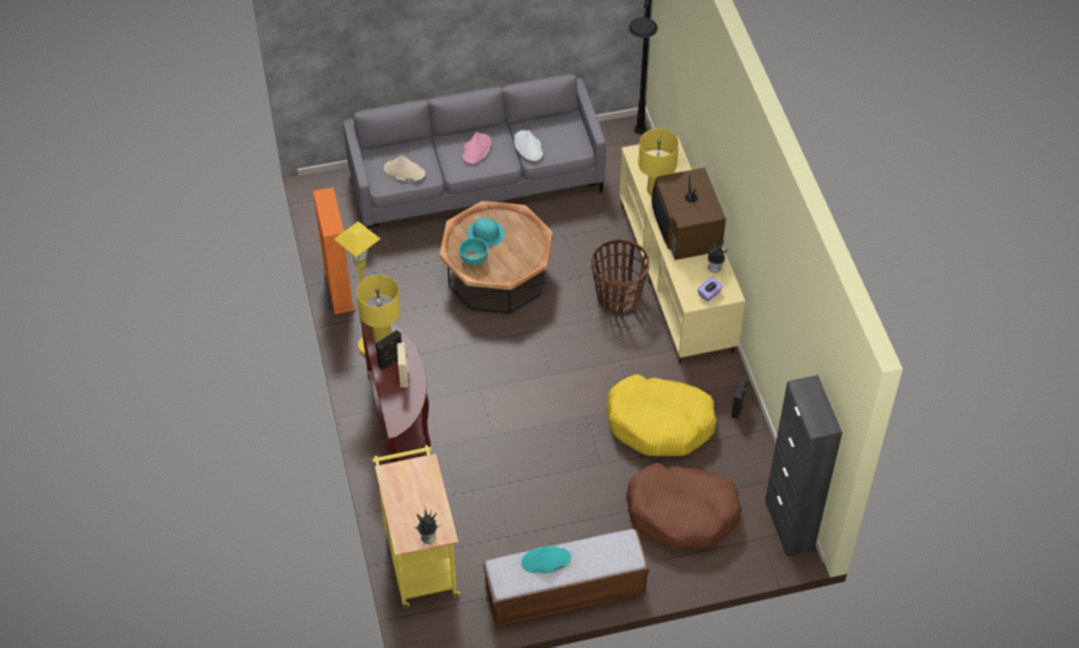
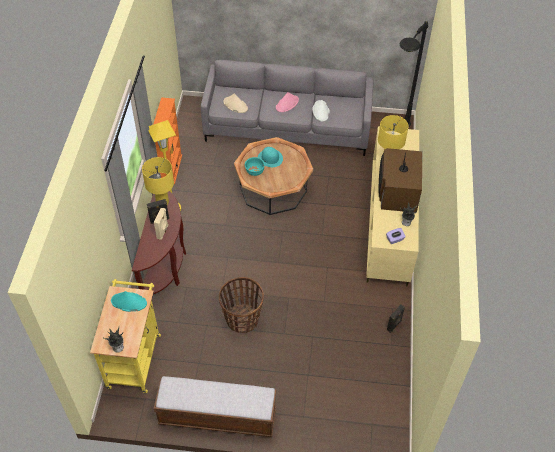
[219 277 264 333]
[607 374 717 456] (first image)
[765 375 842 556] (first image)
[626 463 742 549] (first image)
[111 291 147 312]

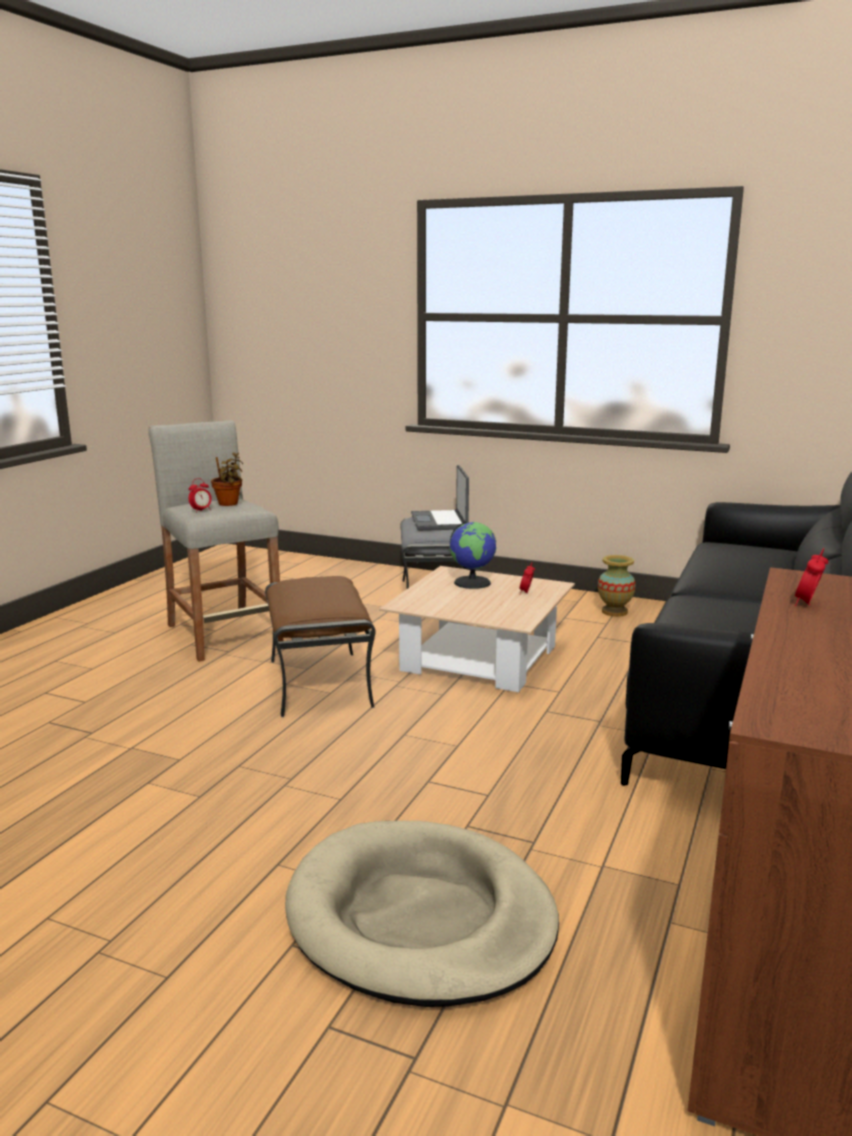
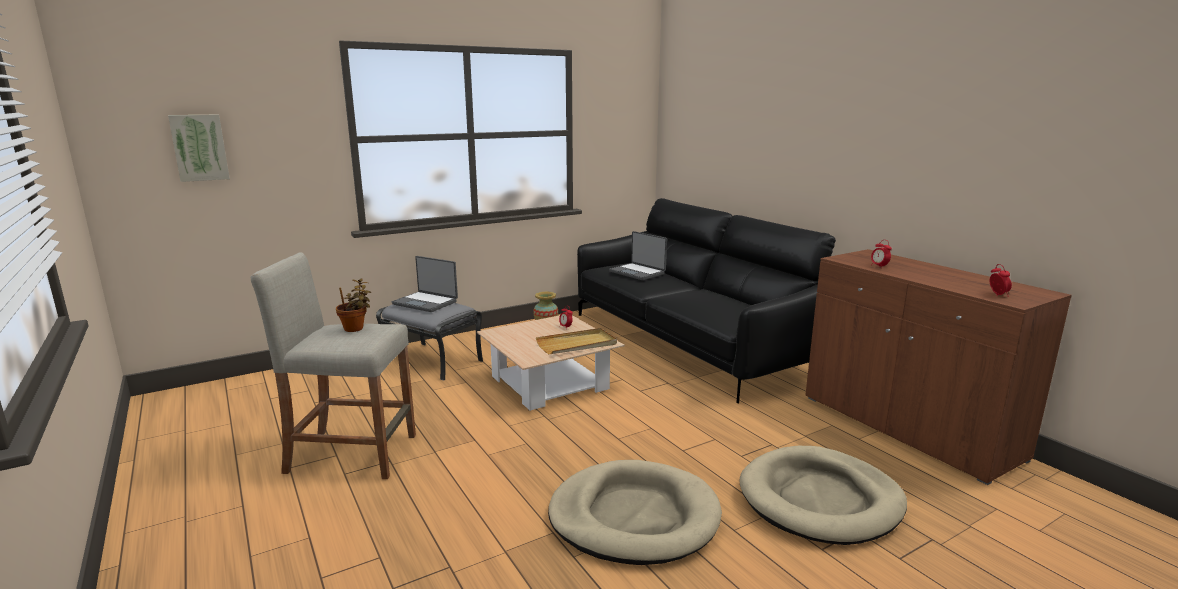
[990 264 1012 297]
[449 521 497 589] (first image)
[265 576 376 717] (first image)
[168 114 230 182]
[609 231 667 280]
[536 328 617 354]
[548 460 722 565]

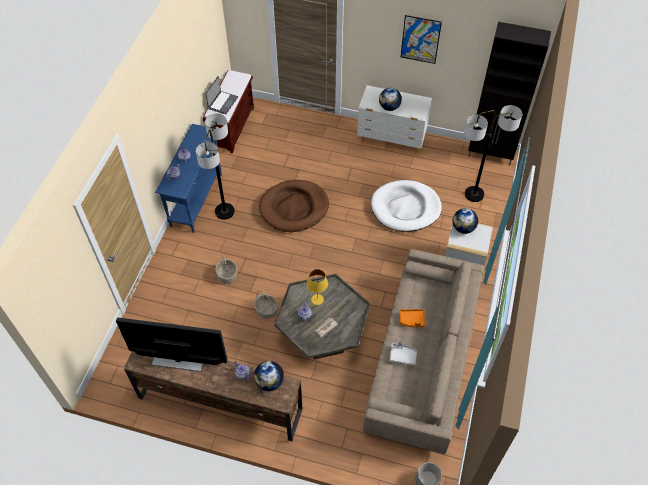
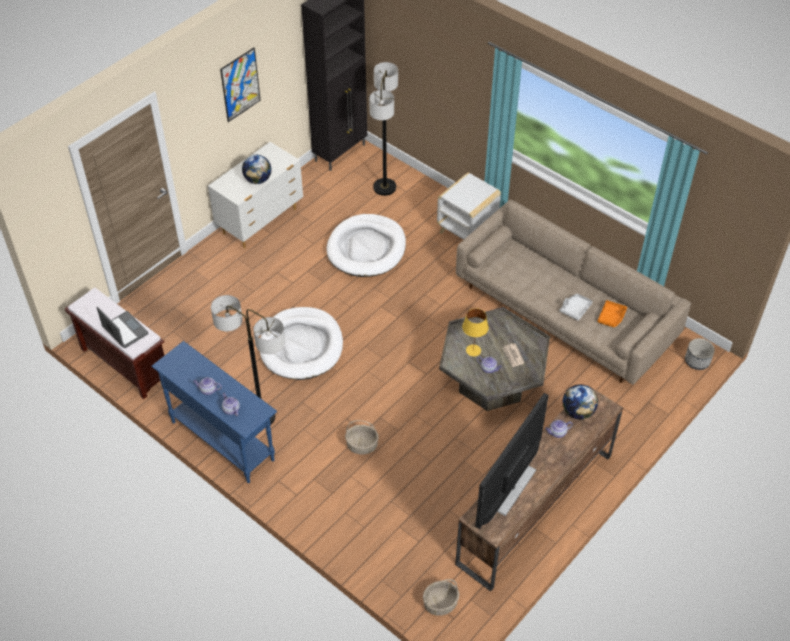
[260 307 343 380]
[453 208 478 234] (first image)
[423 579 459 616]
[597 300 627 327]

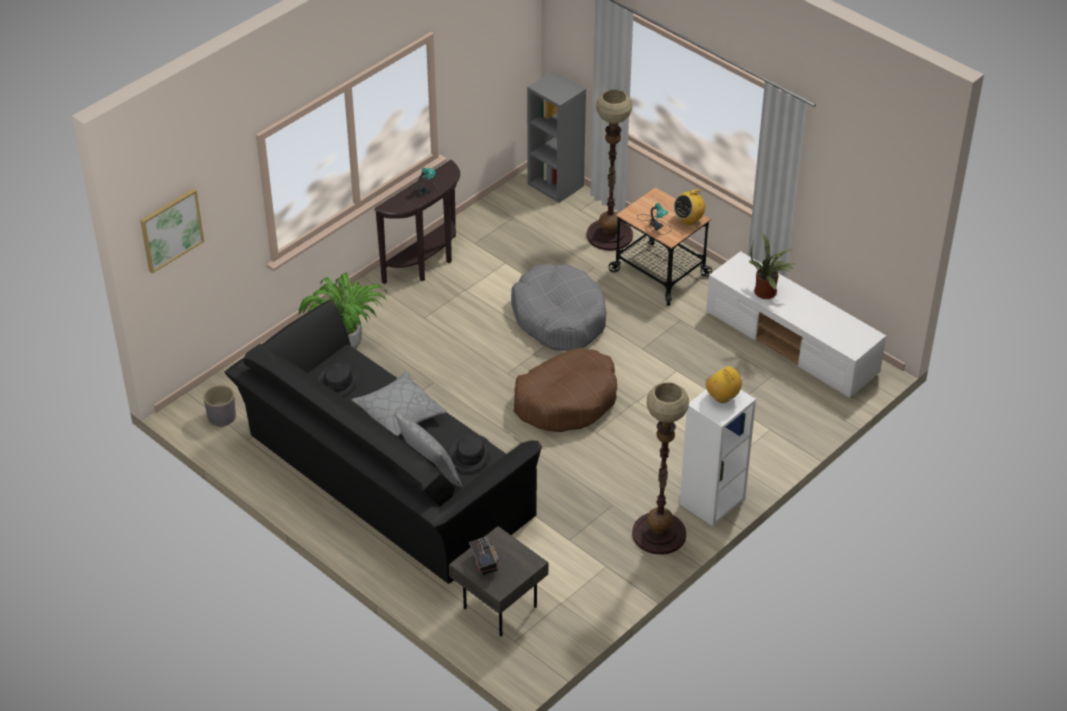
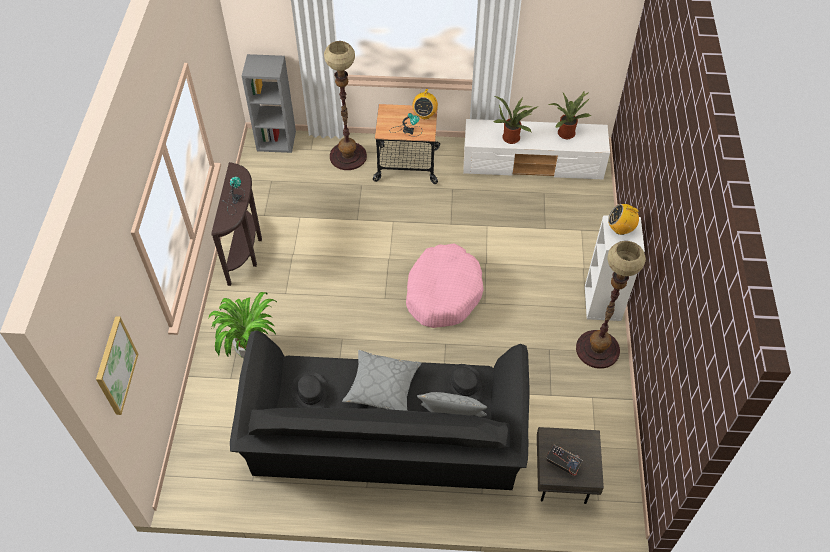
[511 263 606 351] (first image)
[406 243 484 328]
[203 385 236 427] (first image)
[548 92 591 139]

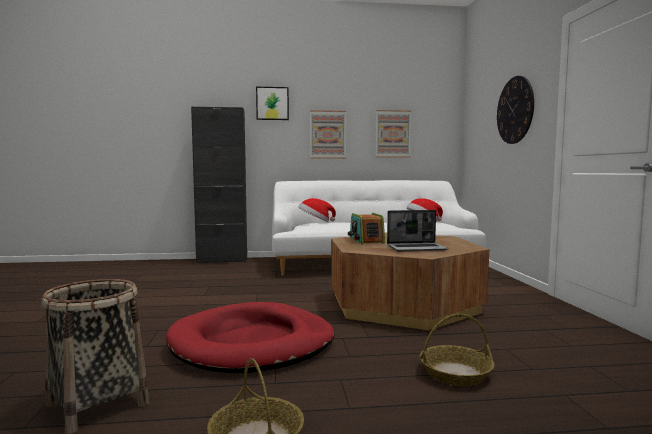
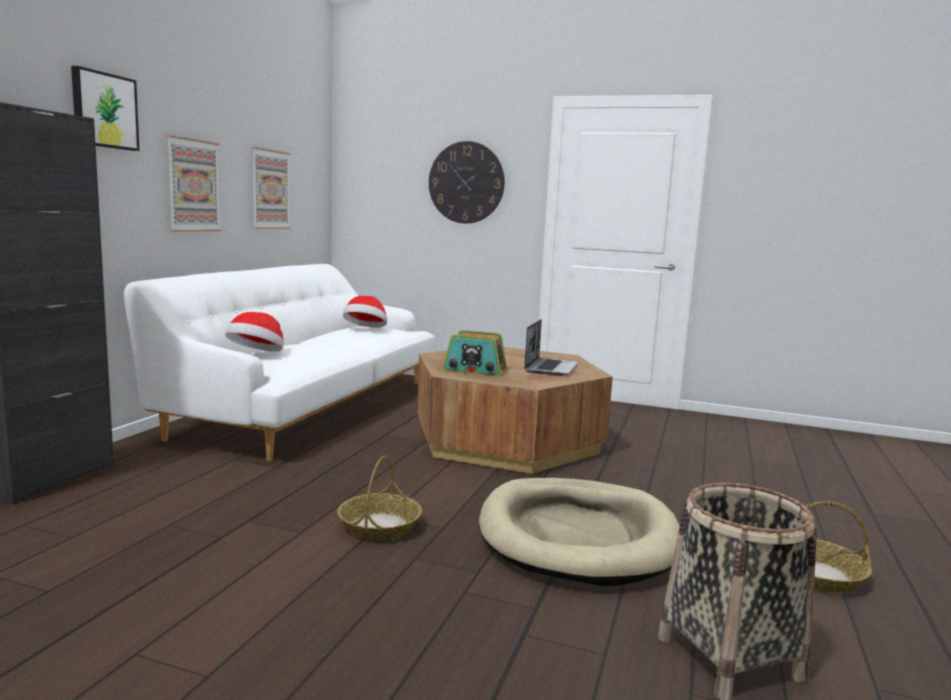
[479 478 680 586]
[337 456 422 540]

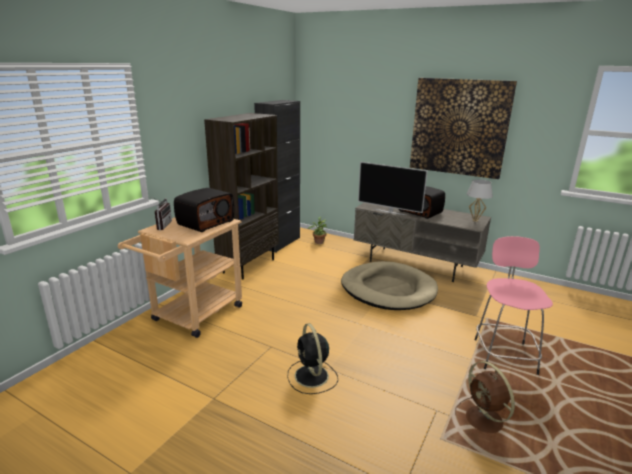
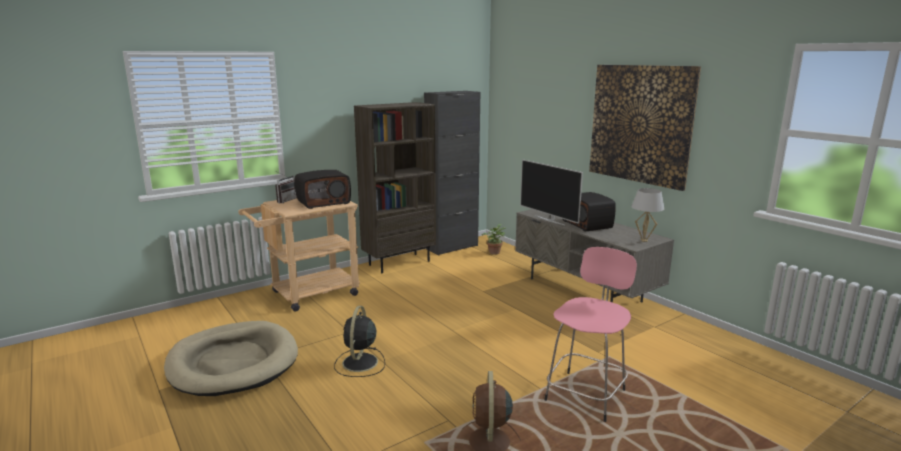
[164 321 298 396]

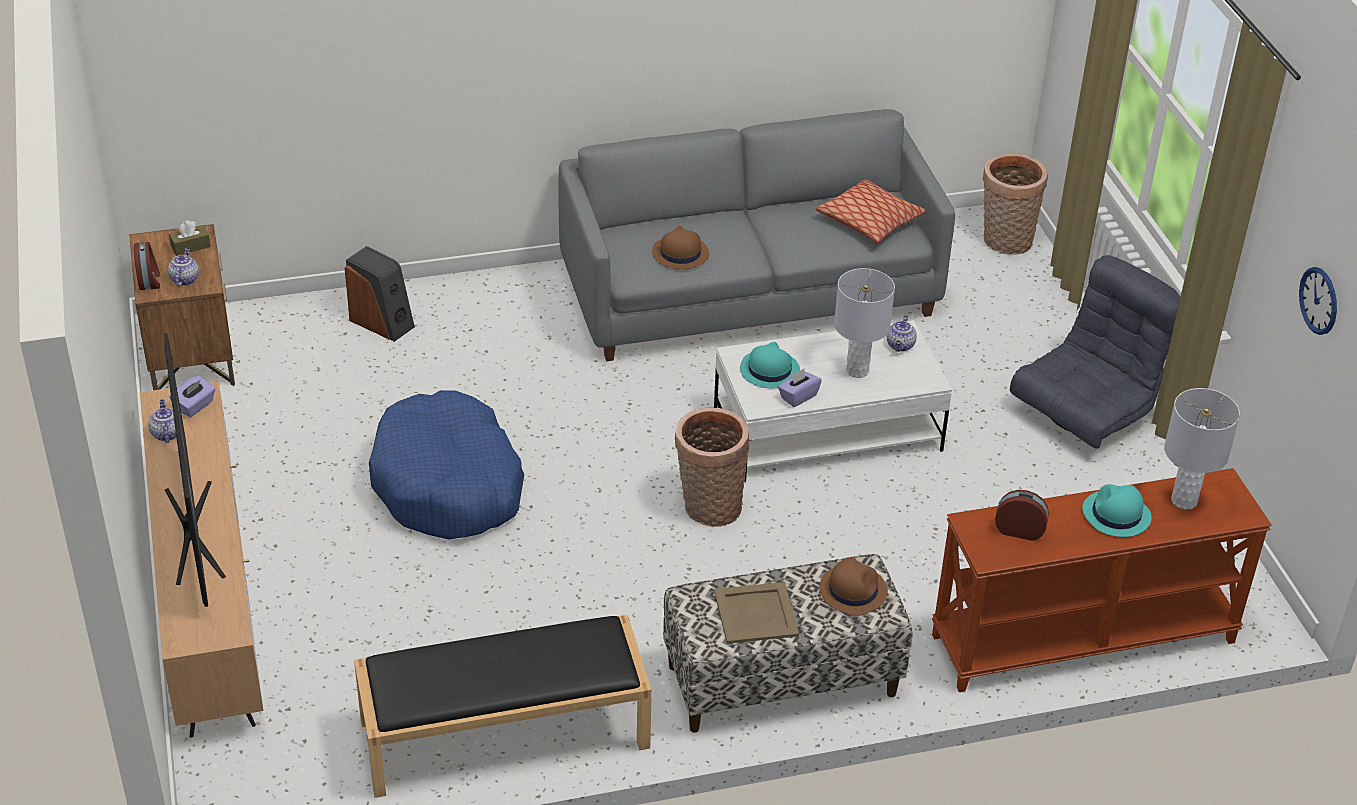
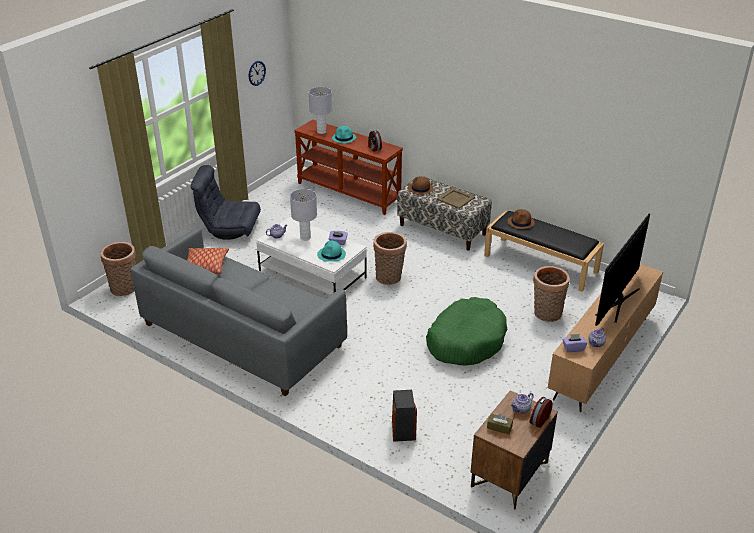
[508 209 535 229]
[426 297 507 365]
[533 266 570 322]

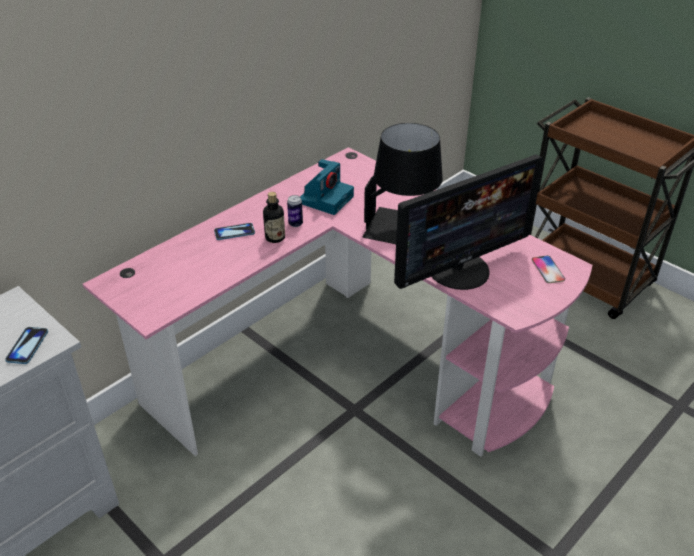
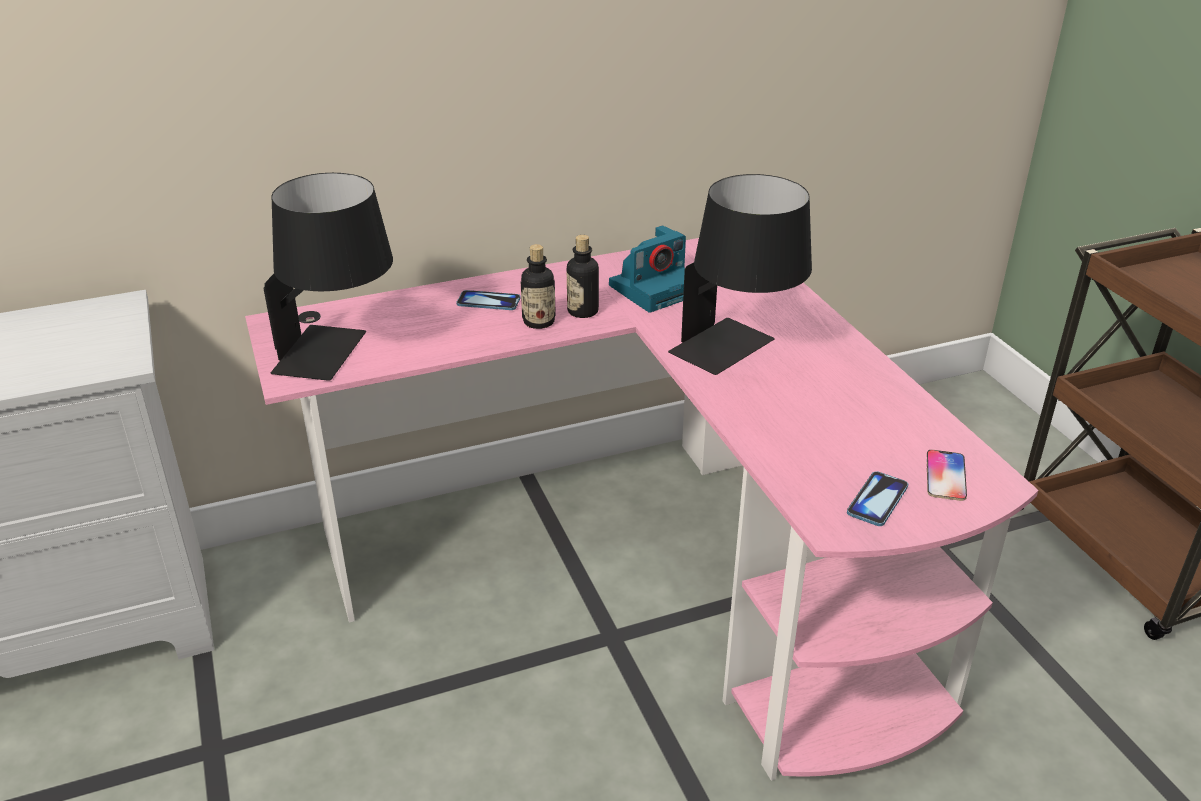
[394 155 544 290] (first image)
[567 235 599 318]
[847 471 908 526]
[263 173 393 381]

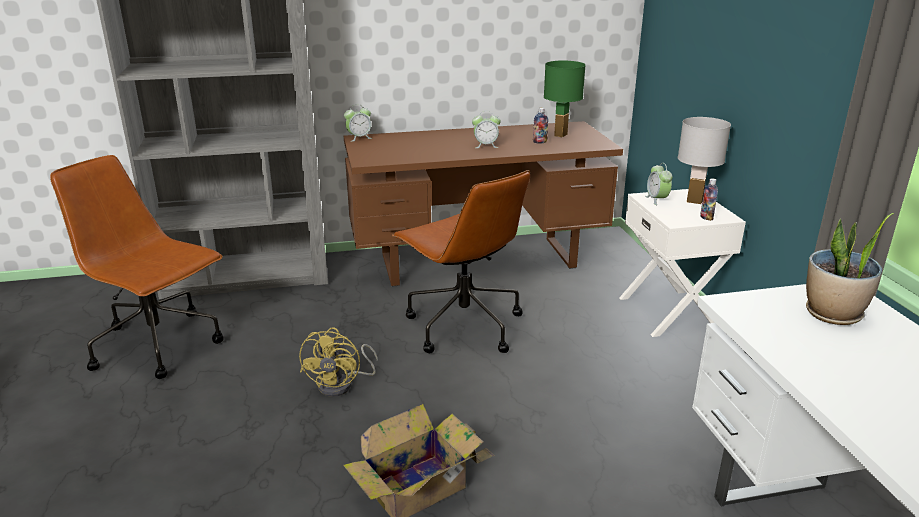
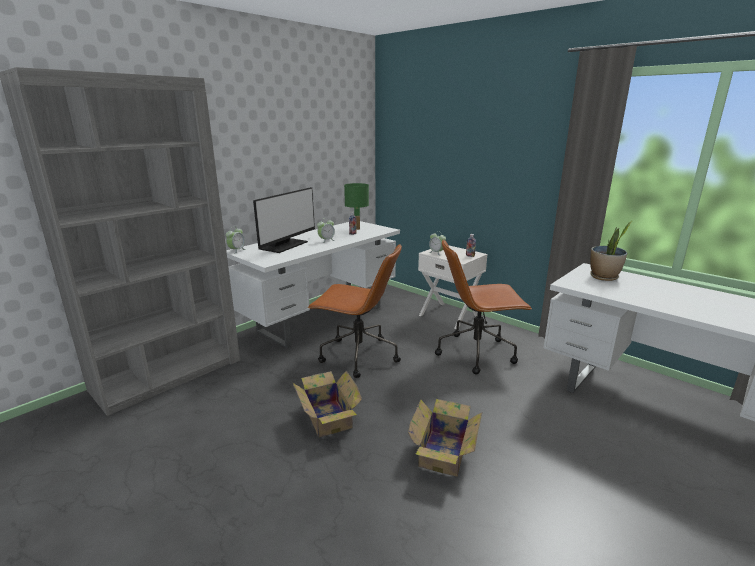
[678 117 731 204] (first image)
[226 221 400 349]
[435 239 532 374]
[293 370 362 437]
[253 187 315 253]

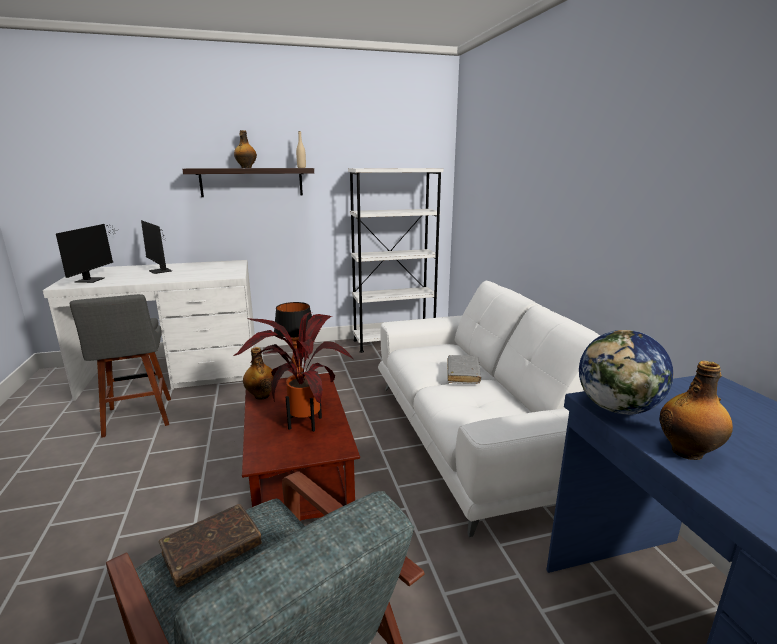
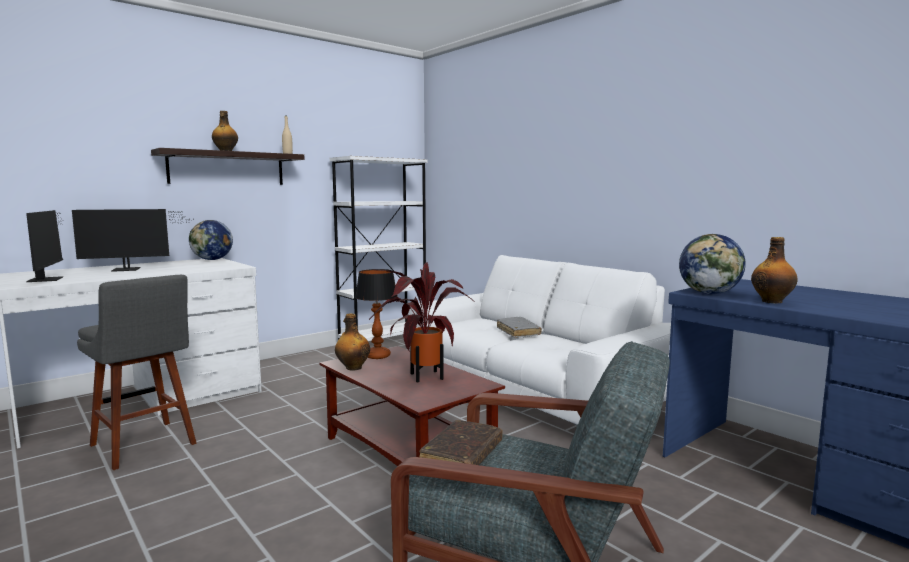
[72 209 195 272]
[189 220 233 260]

